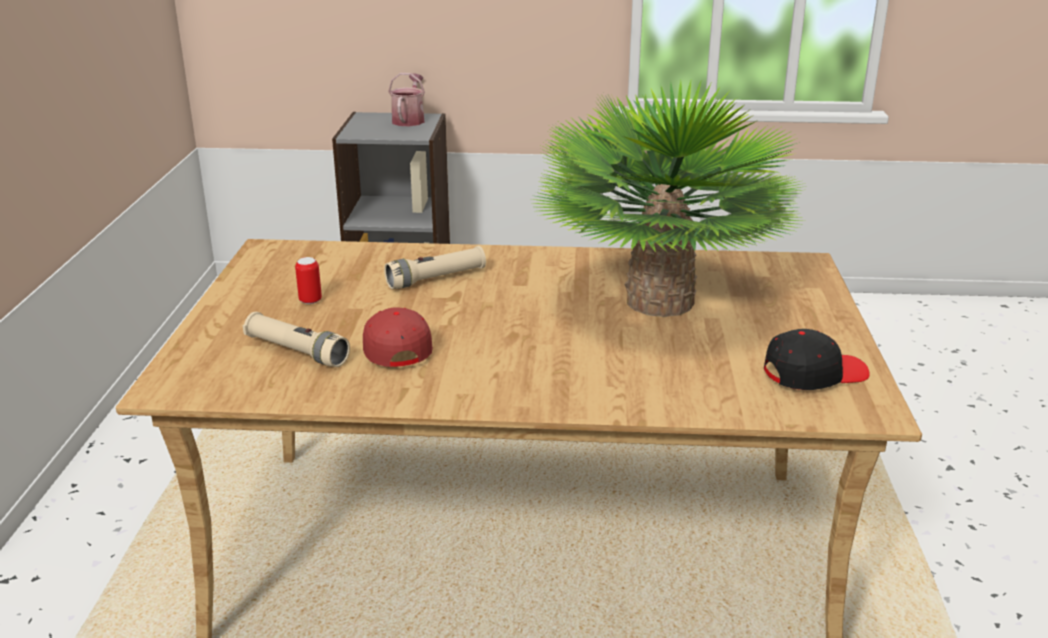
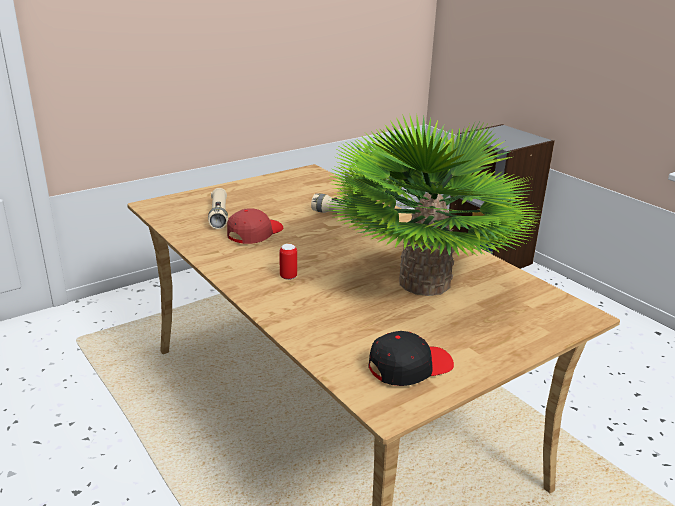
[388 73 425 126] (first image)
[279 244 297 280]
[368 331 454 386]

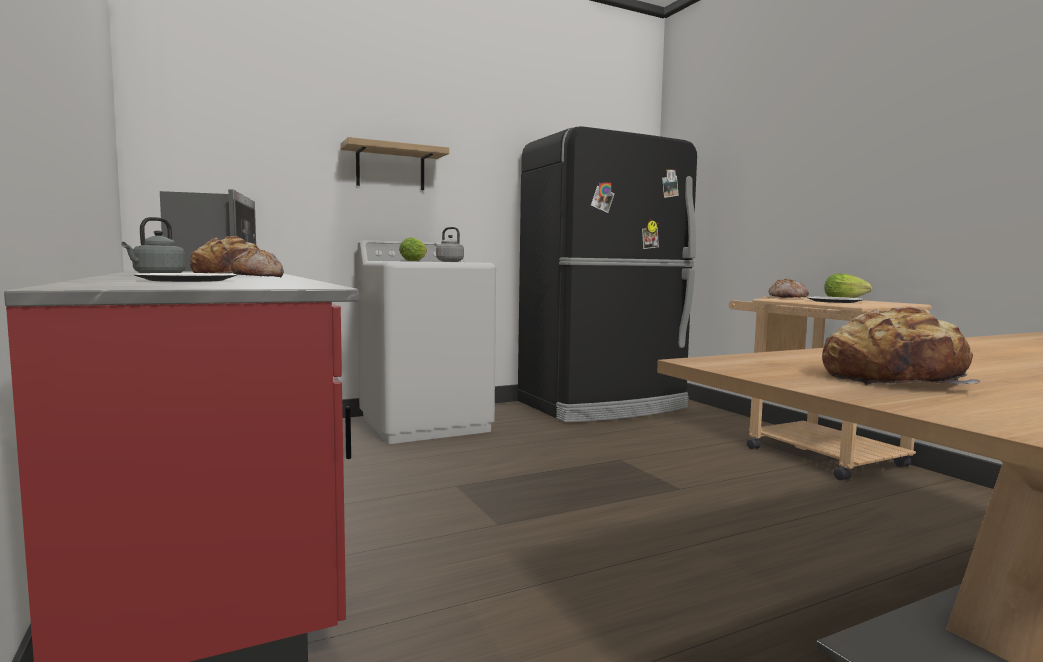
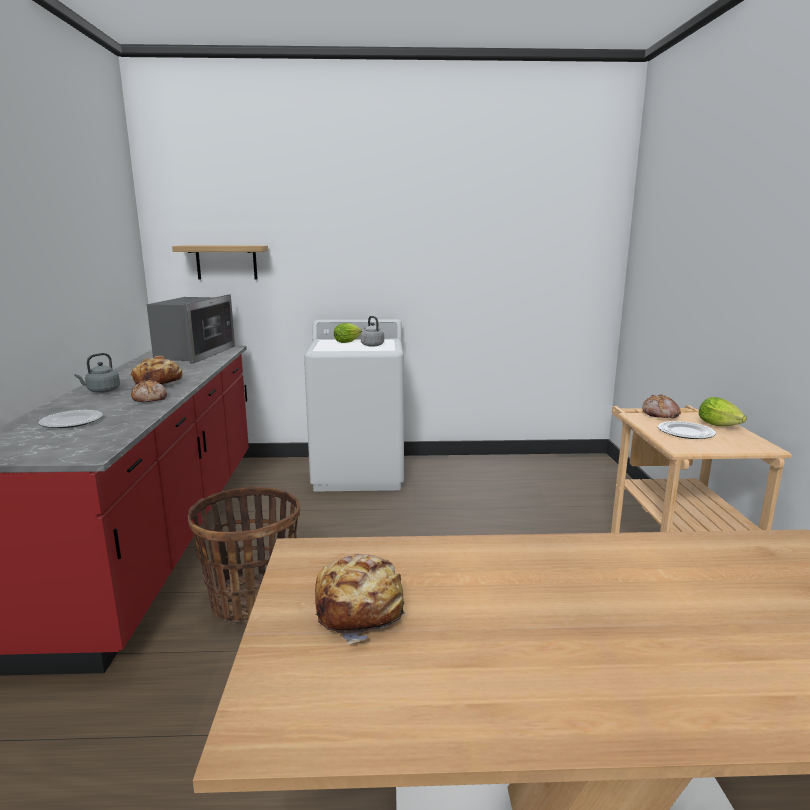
[518 126 697 423] (first image)
[172 245 268 280]
[188 487 300 622]

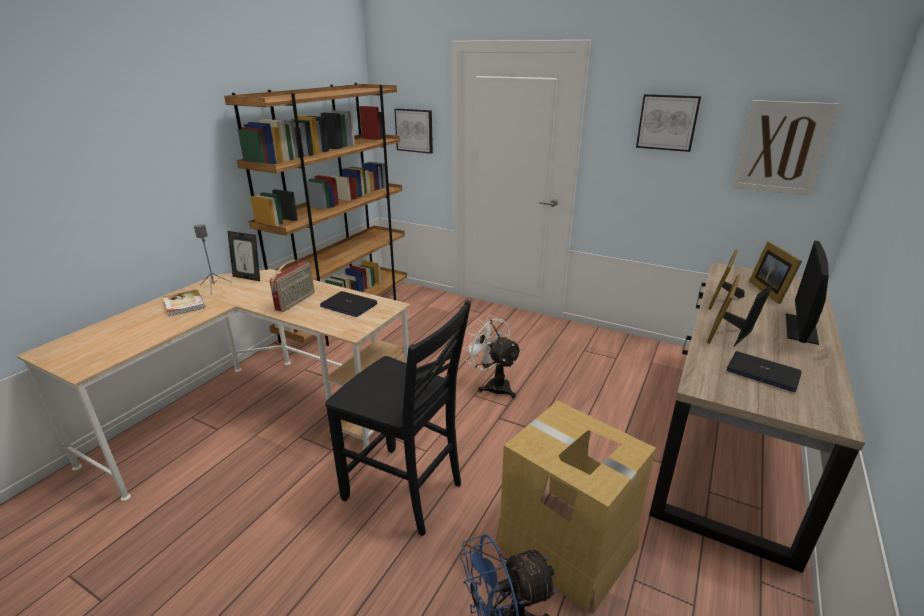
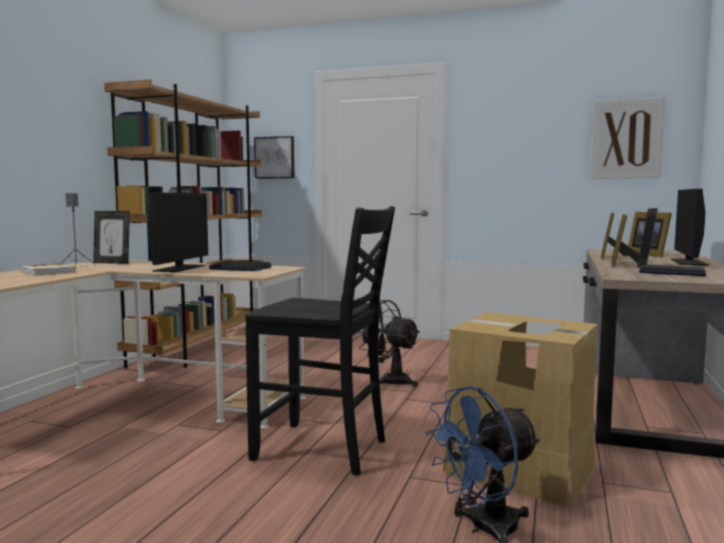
[636 94 701 152] (first image)
[147 192 208 272]
[358 300 420 387]

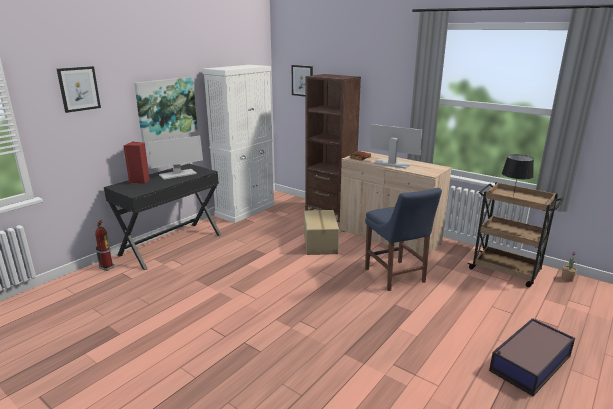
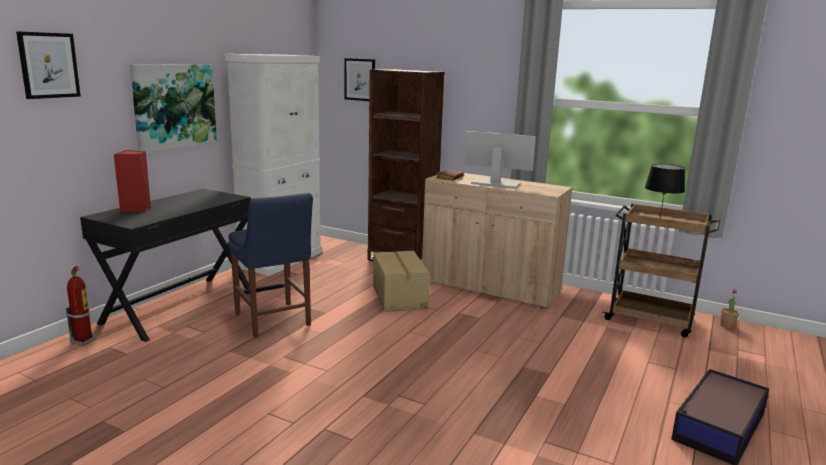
[147 136 203 180] (first image)
[228 193 313 338]

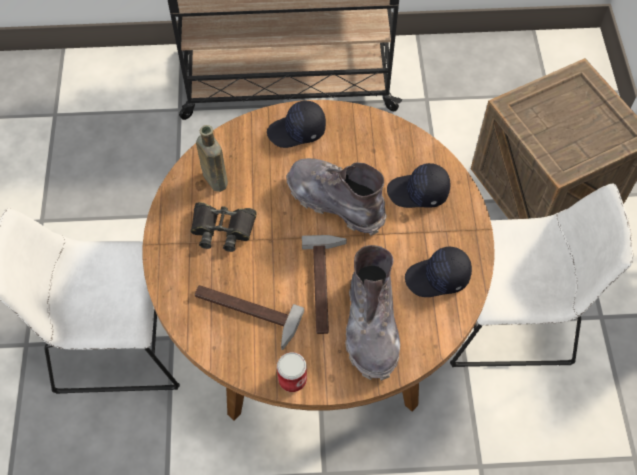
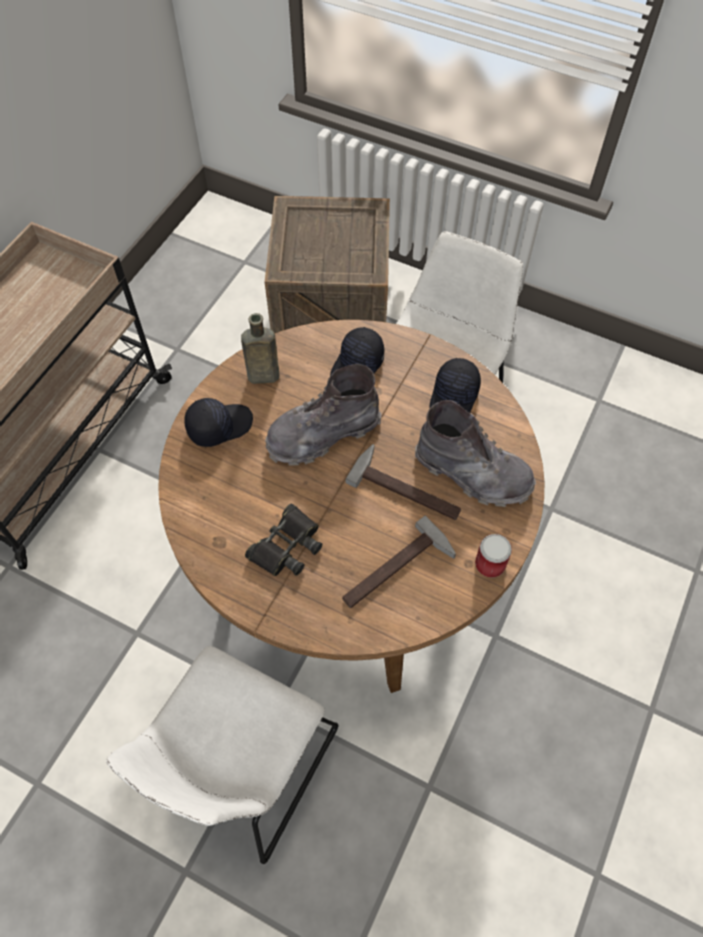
[184 398 253 447]
[241 313 279 384]

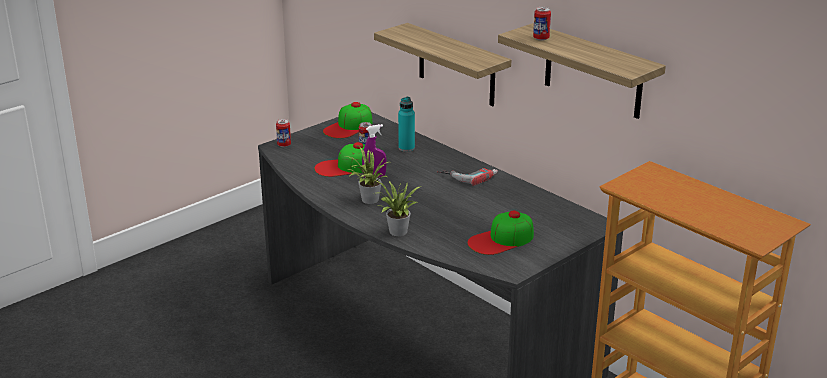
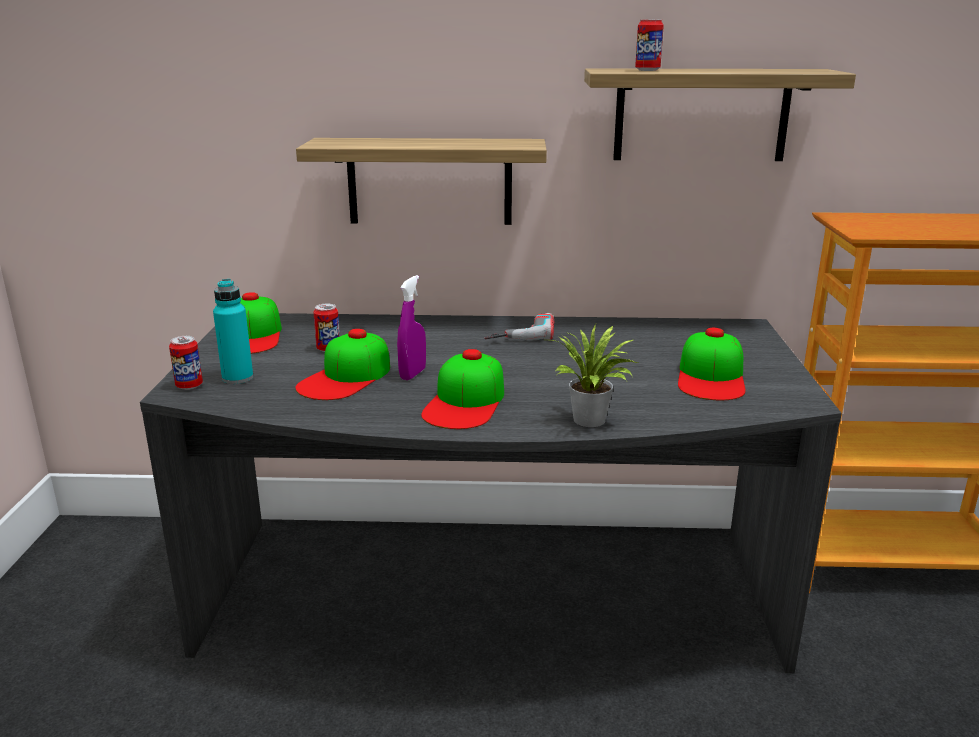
[213 279 253 384]
[421 349 504 429]

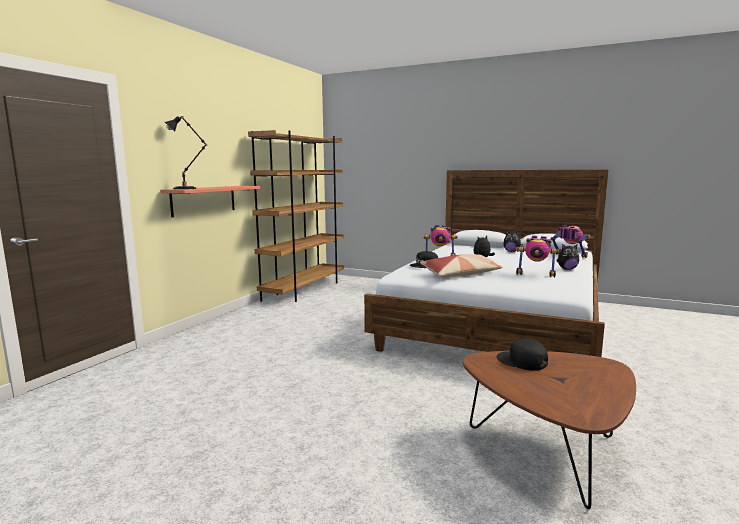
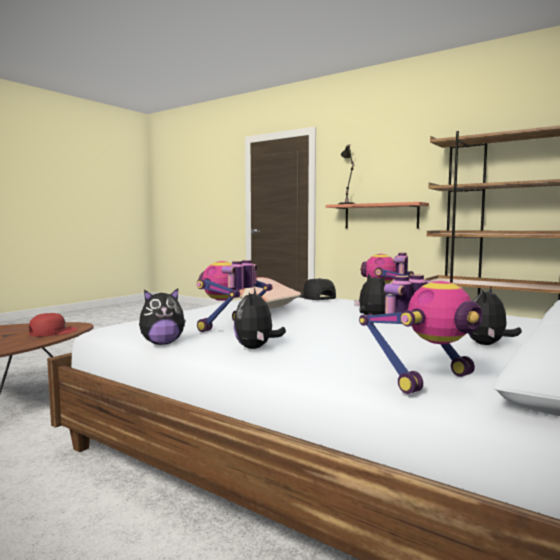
[29 313 77 337]
[139 288 186 345]

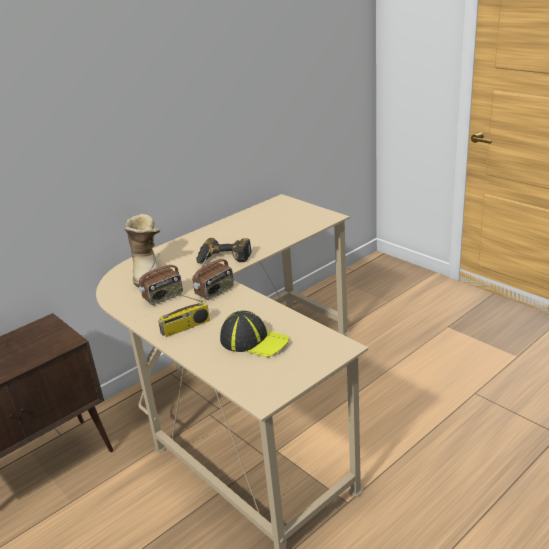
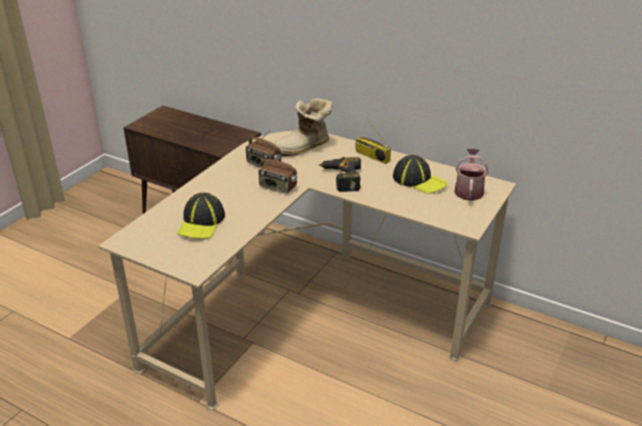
[355 118 391 164]
[454 148 488 201]
[393 155 448 194]

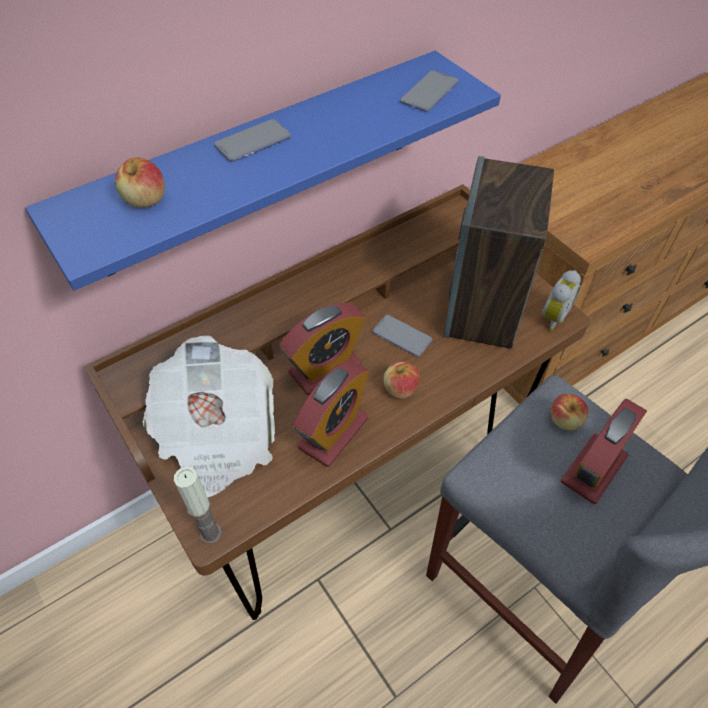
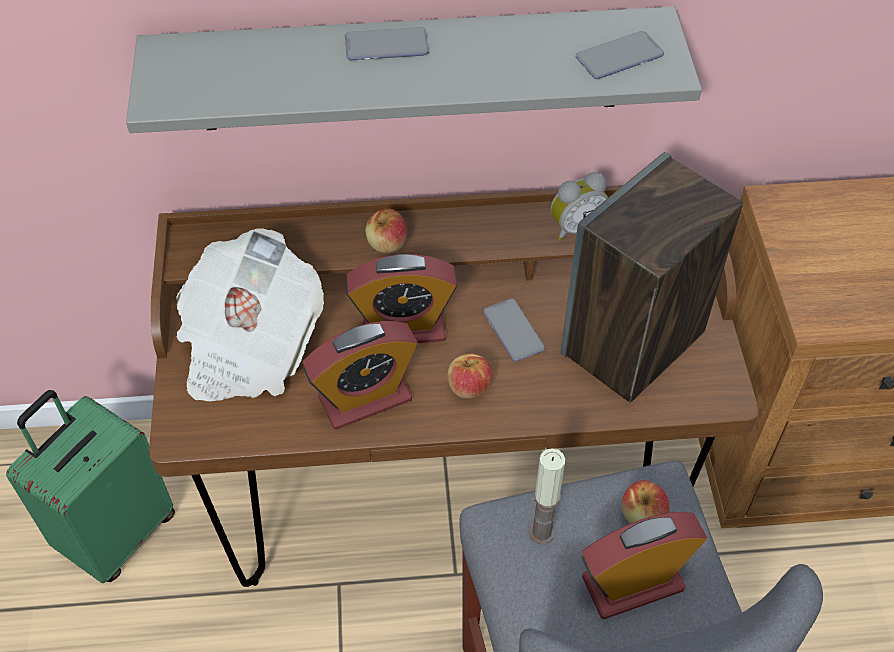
[126 6 702 133]
[365 209 407 253]
[551 172 608 240]
[529 448 565 544]
[6 390 175 583]

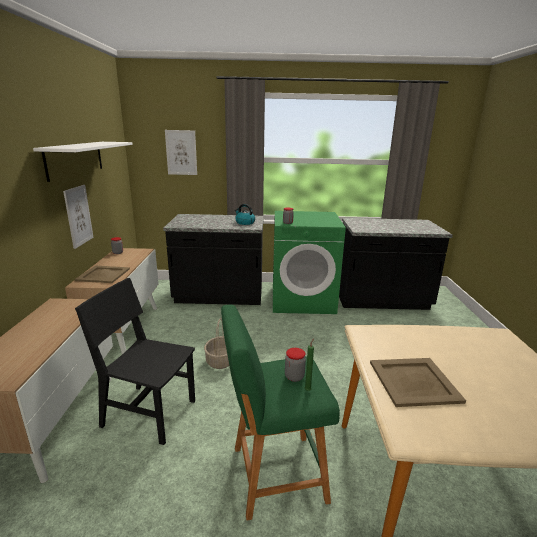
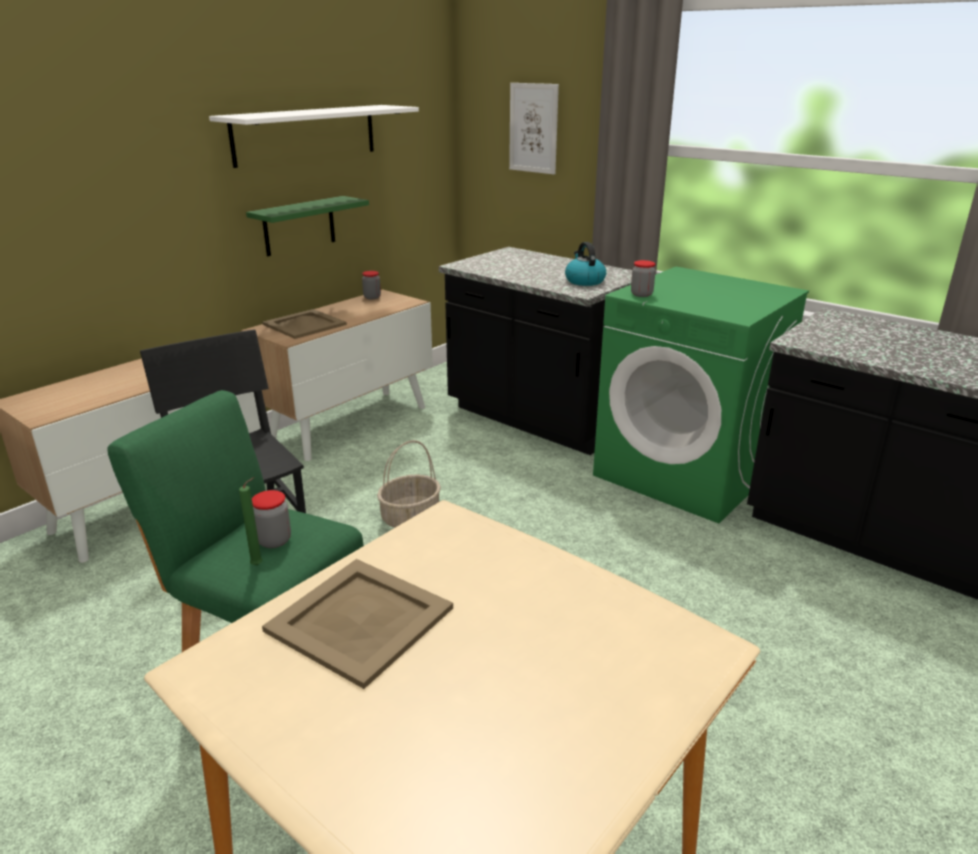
[246 196 369 256]

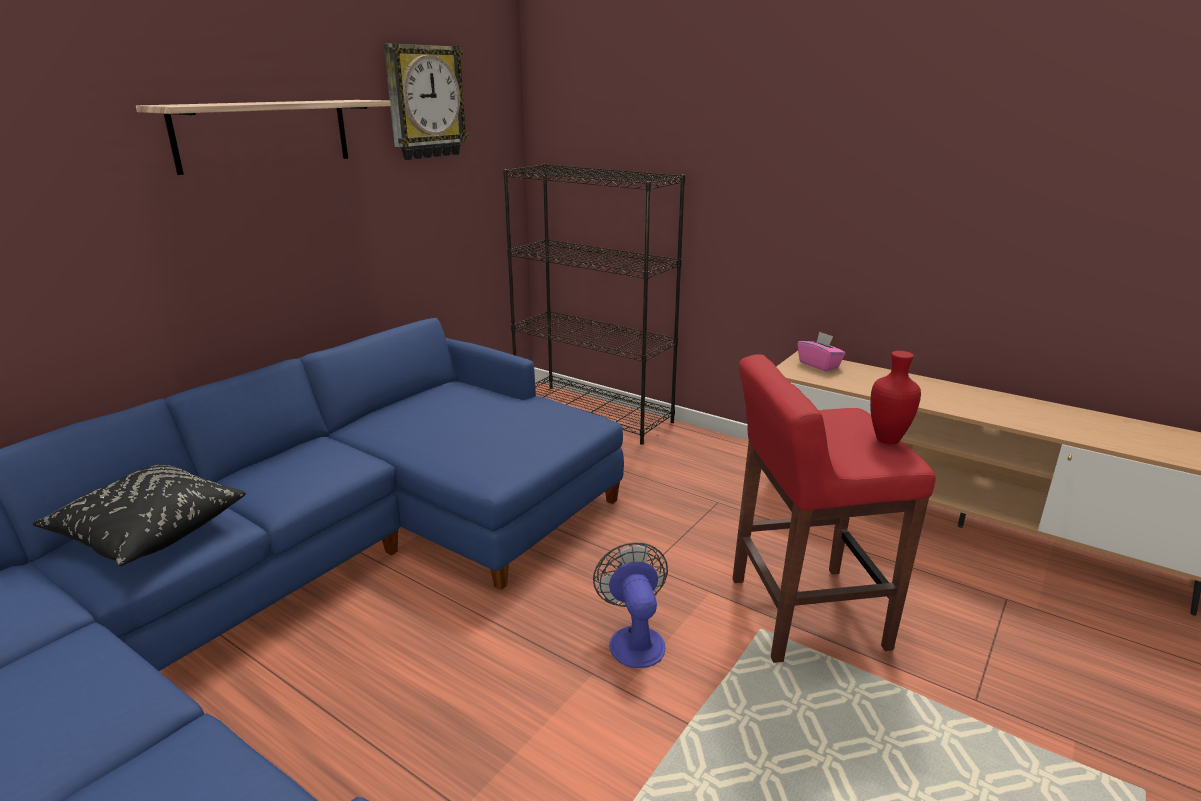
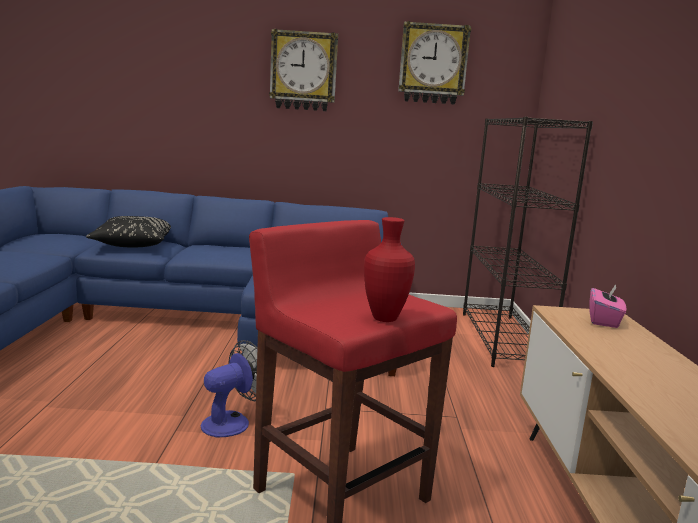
[269 29 338 111]

